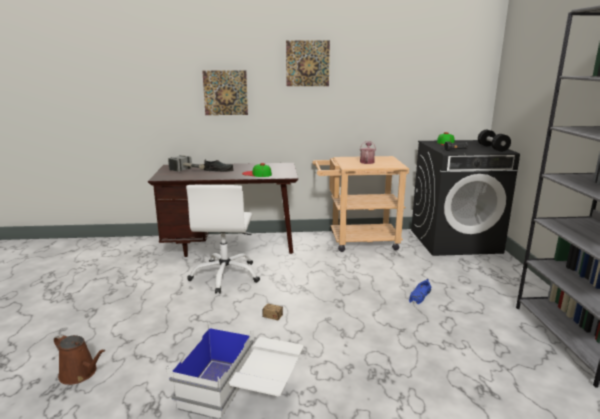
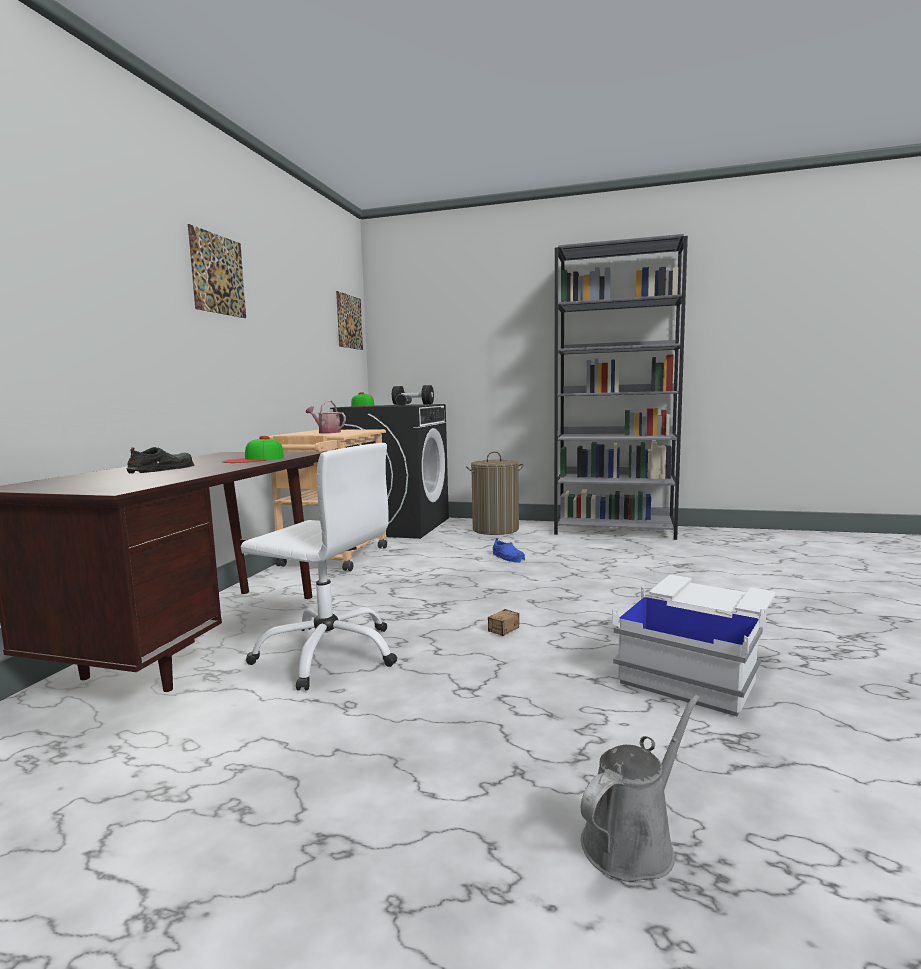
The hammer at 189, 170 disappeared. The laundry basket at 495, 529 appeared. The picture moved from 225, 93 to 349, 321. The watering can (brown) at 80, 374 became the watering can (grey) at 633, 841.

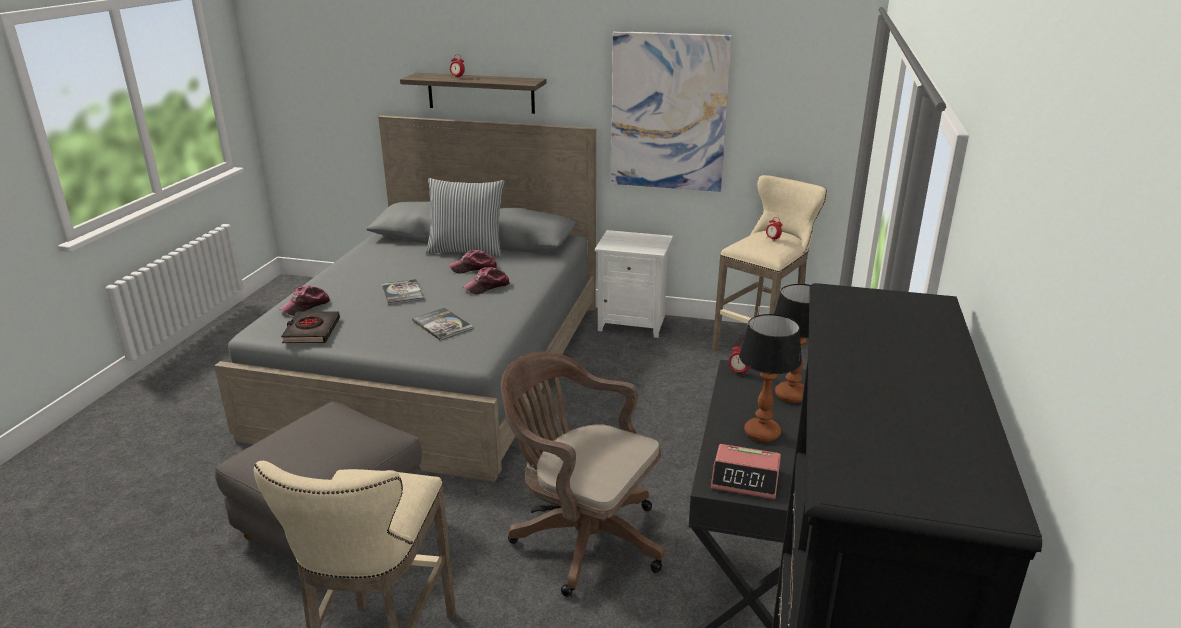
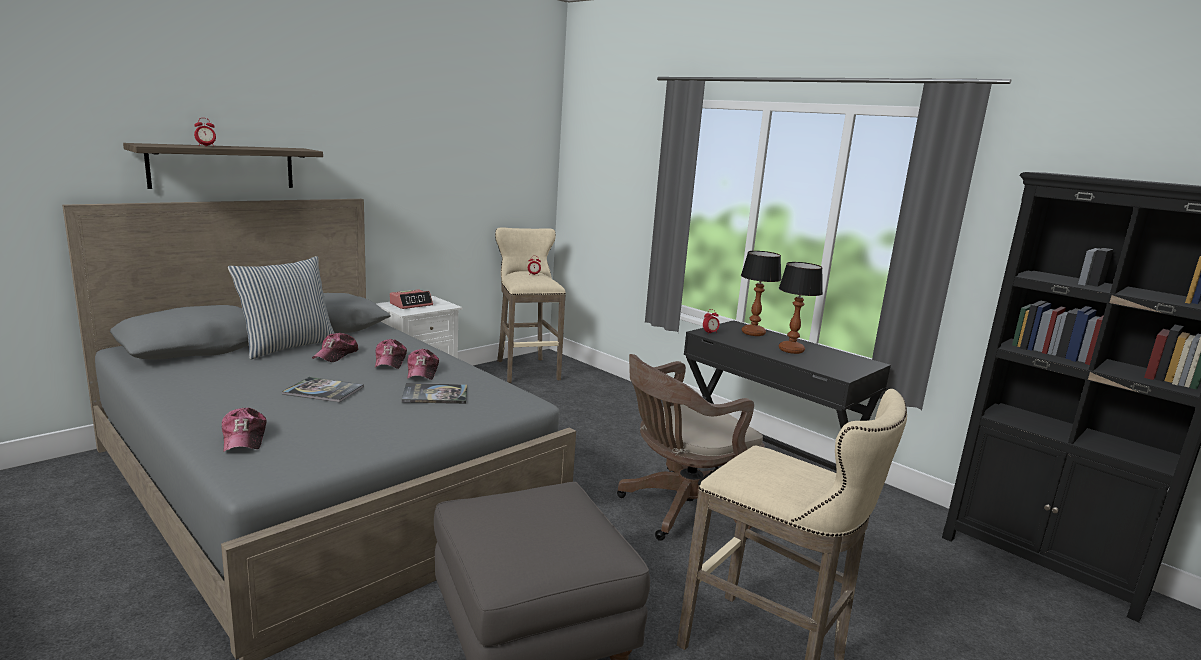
The book (black) at 311, 331 disappeared. The picture at 668, 112 disappeared. The cap at 422, 372 appeared. The alarm clock moved from 746, 479 to 411, 304.

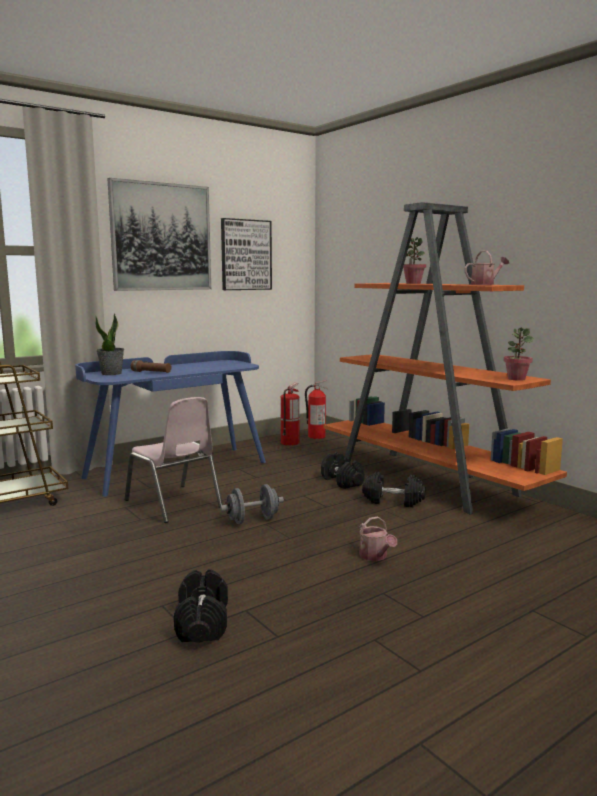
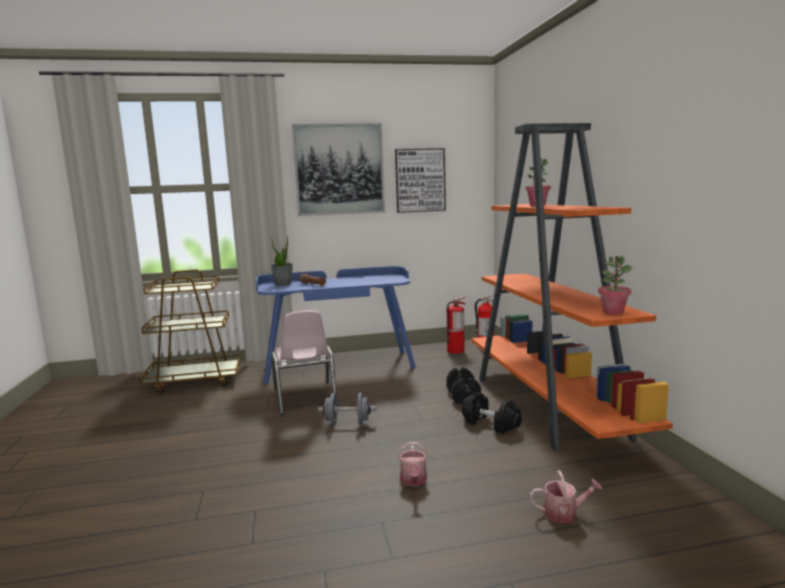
The dumbbell (black) at 202, 623 disappeared. The watering can moved from 485, 284 to 564, 513.

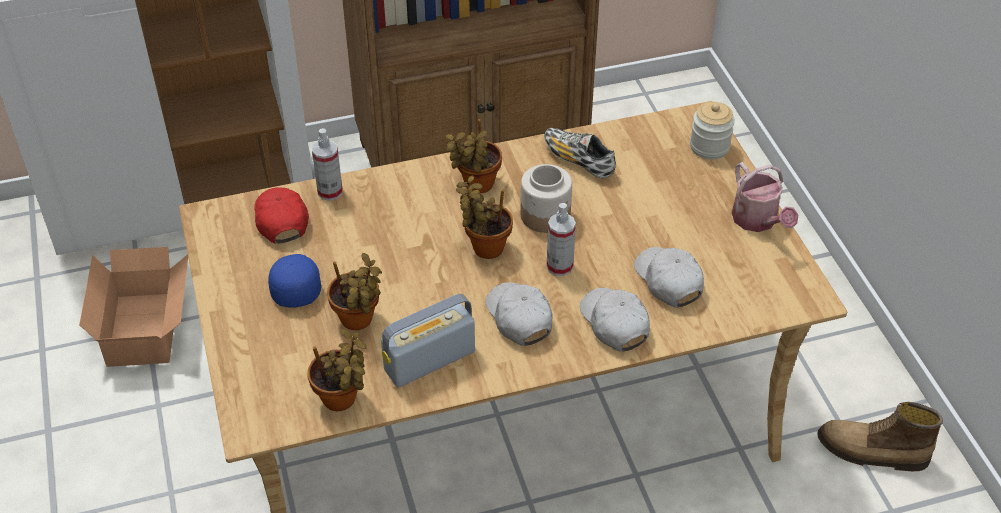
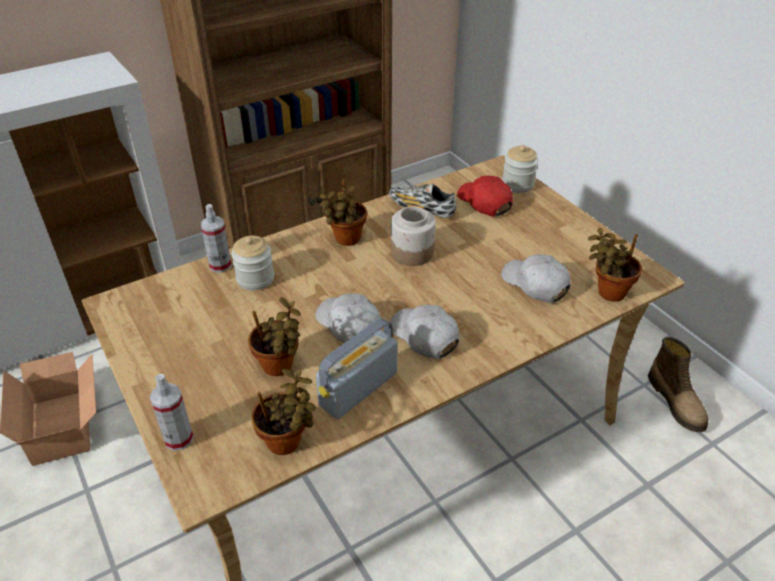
The cap (blue) at 294, 284 disappeared. The watering can at 758, 221 disappeared. The jar at 255, 279 appeared. The cap (red) moved from 281, 219 to 484, 202. The potted plant moved from 485, 247 to 608, 292. The spray bottle moved from 559, 266 to 178, 439. The cap (white) moved from 614, 323 to 349, 325. The boot at 872, 453 turned 105 degrees counterclockwise.

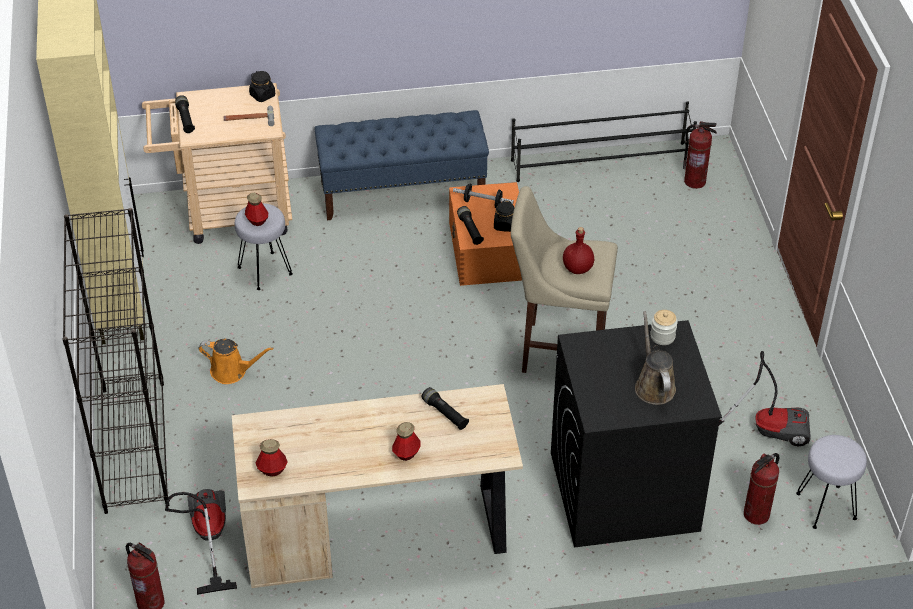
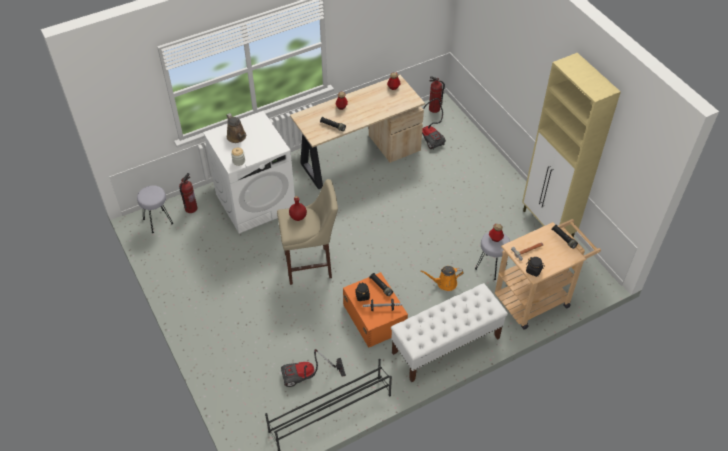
The bookcase (black) at 134, 445 disappeared. The fire extinguisher at 695, 181 disappeared. The watering can (orange) moved from 232, 371 to 444, 283. The vacuum cleaner moved from 765, 429 to 308, 377. The bench (blue) at 403, 192 became the bench (white) at 445, 345. The washing machine (black) at 623, 492 became the washing machine (white) at 256, 202.

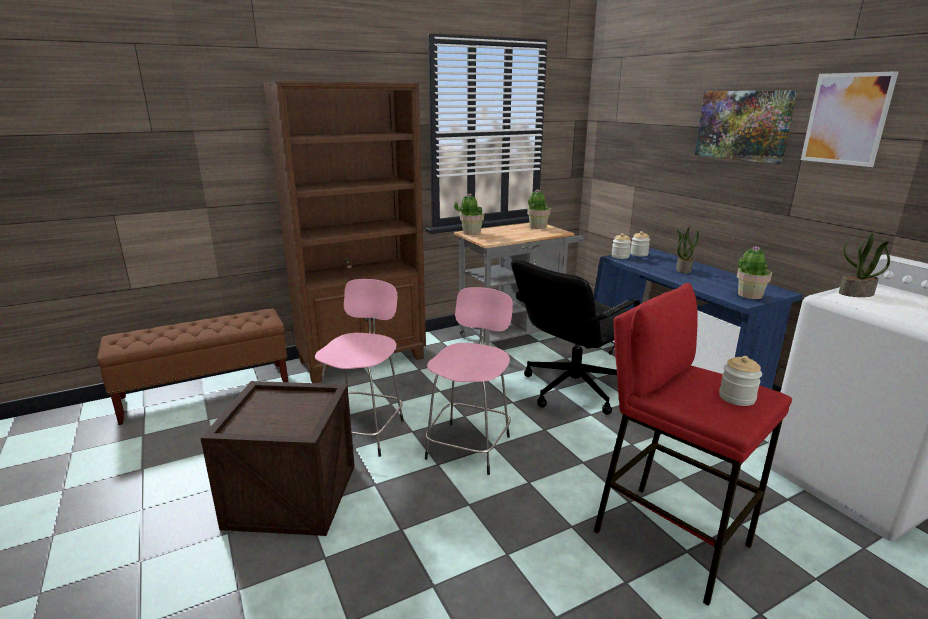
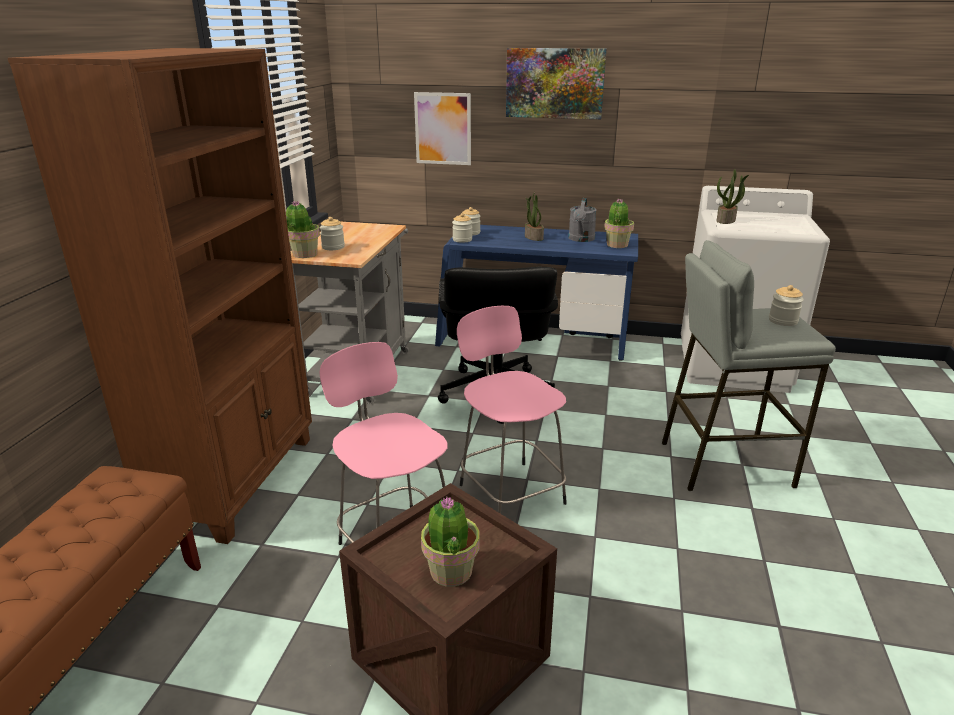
The jar at 333, 247 appeared. The watering can (grey) at 581, 239 appeared. The potted plant moved from 537, 227 to 450, 572. The picture moved from 846, 119 to 443, 129. The stool (red) at 670, 538 became the stool (grey) at 724, 463.

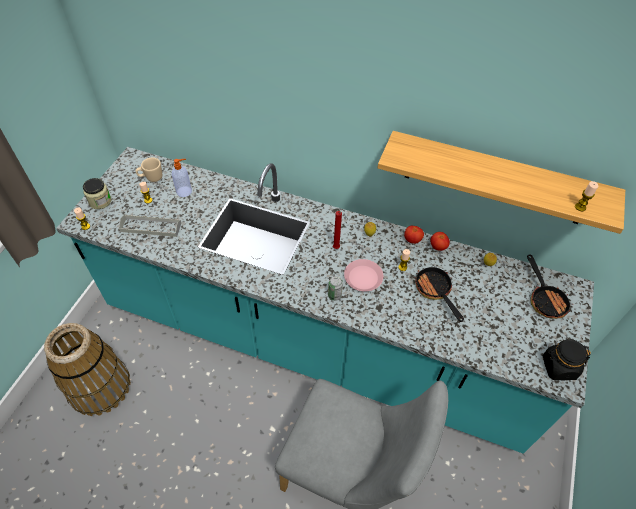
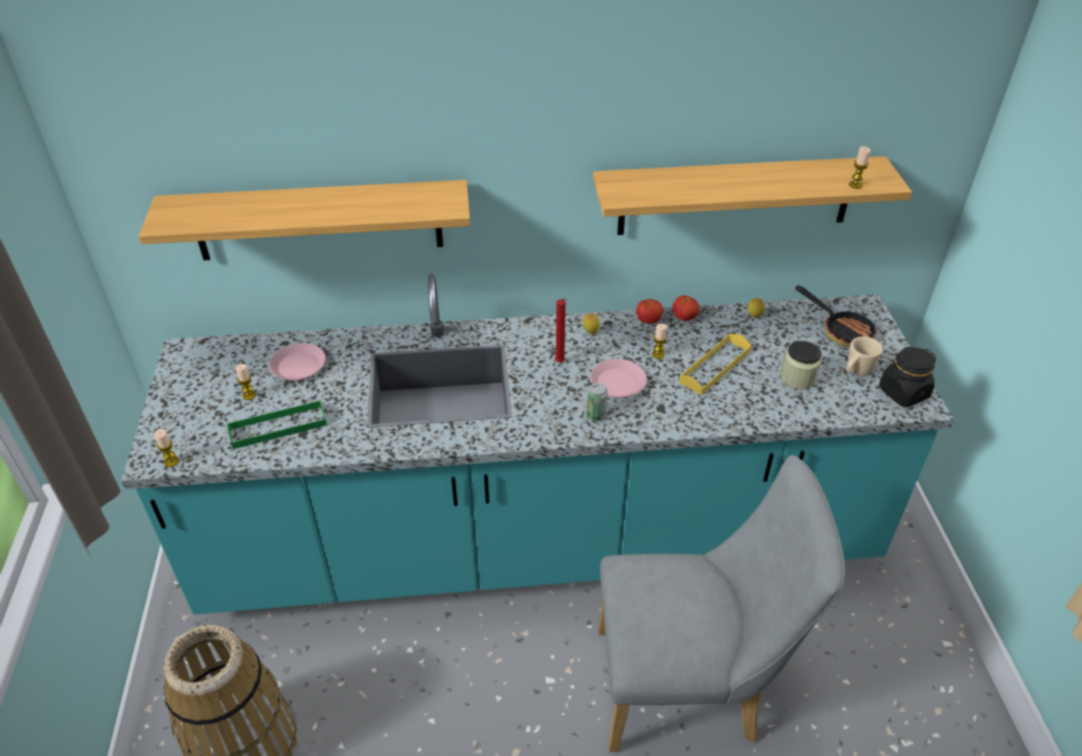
The shelf at 318, 220 appeared. The jar moved from 100, 201 to 797, 378. The mug (beige) moved from 151, 178 to 856, 371. The soap dispenser at 184, 191 was replaced by the plate (pink) at 298, 366. The frying pan at 435, 291 was replaced by the tray (yellow) at 715, 366. The tray (grey) at 151, 227 became the tray (green) at 278, 427.

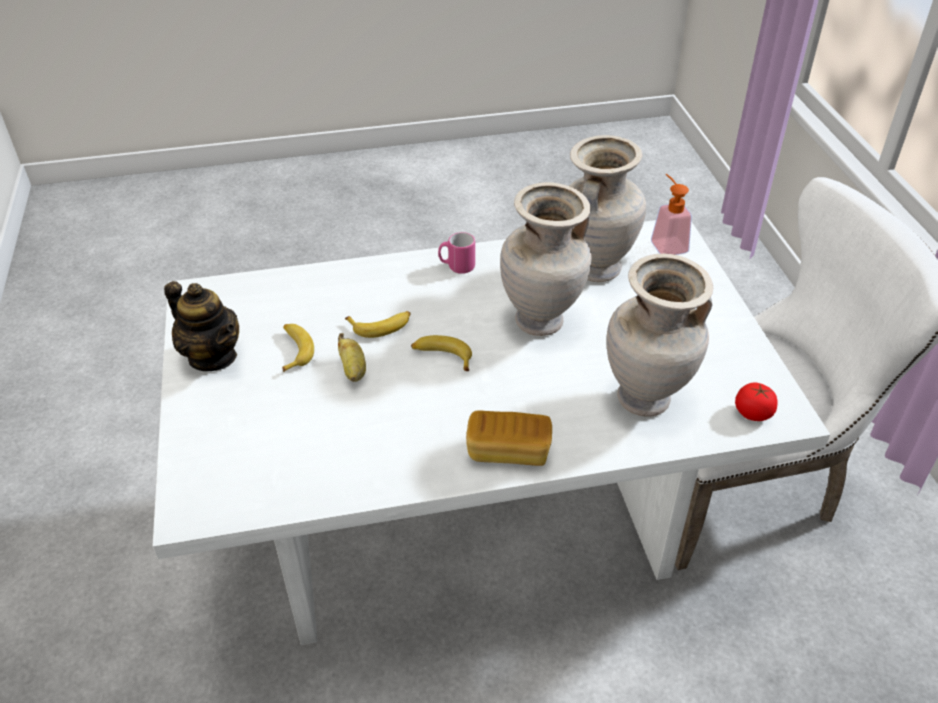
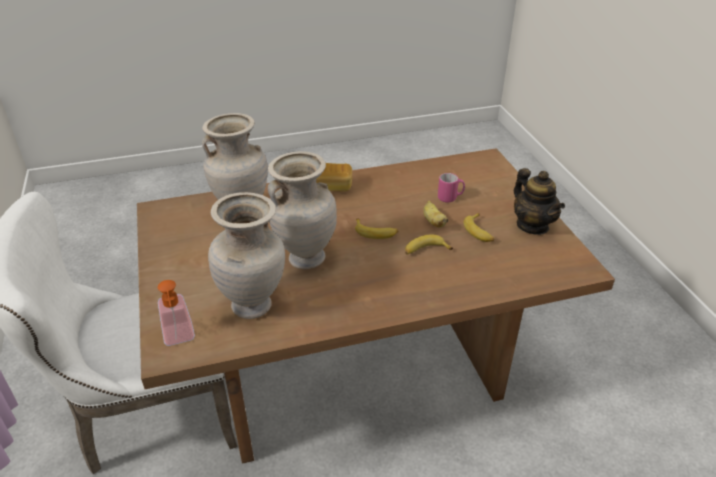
The tomato at 753, 413 disappeared. The mug (pink) moved from 457, 267 to 450, 198. The dining table (white) at 469, 527 became the dining table (brown) at 358, 371. The teapot at 213, 356 turned 150 degrees counterclockwise.

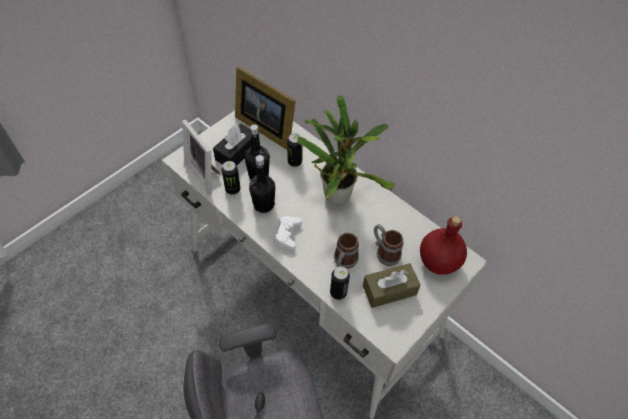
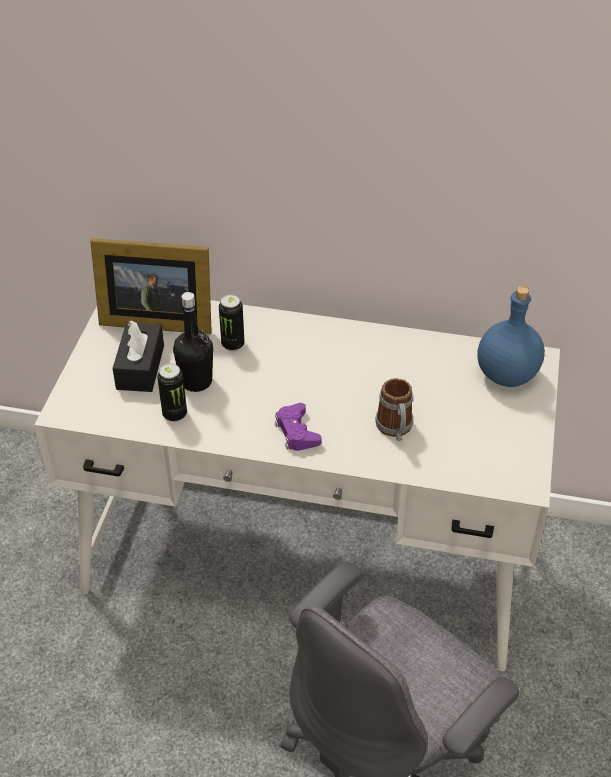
The picture frame at 205, 174 disappeared. The bottle (black) at 263, 205 disappeared. The potted plant at 337, 193 disappeared. The can at 338, 293 disappeared. The tissue box (brown) at 389, 290 disappeared. The mug at 384, 252 disappeared. The game controller (white) at 287, 234 became the game controller (purple) at 296, 432. The bottle (red) at 438, 262 became the bottle (blue) at 507, 376.

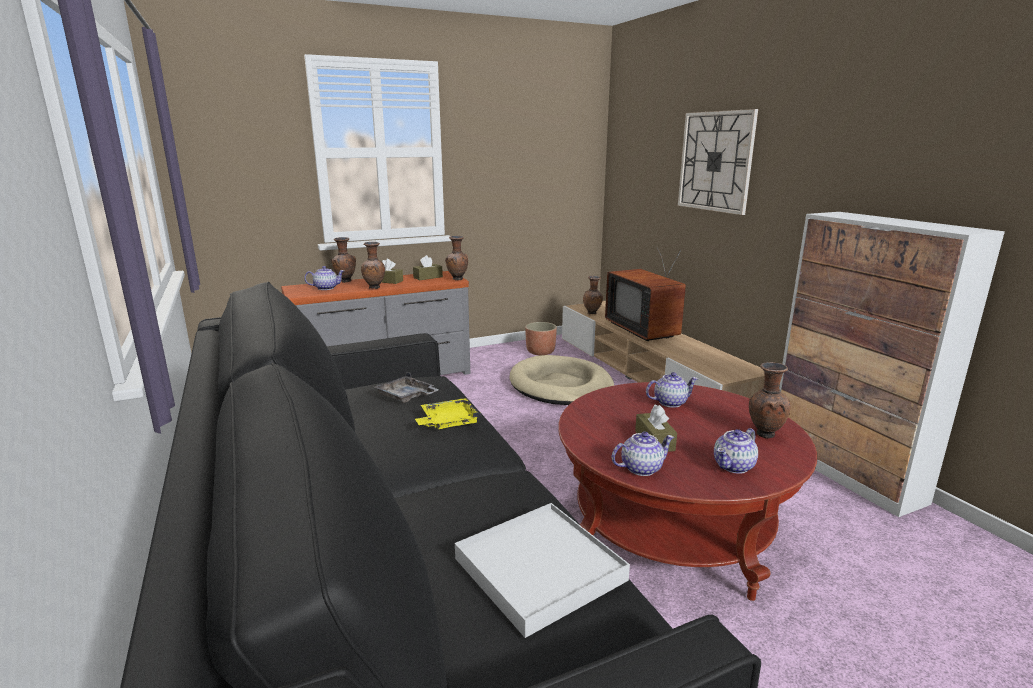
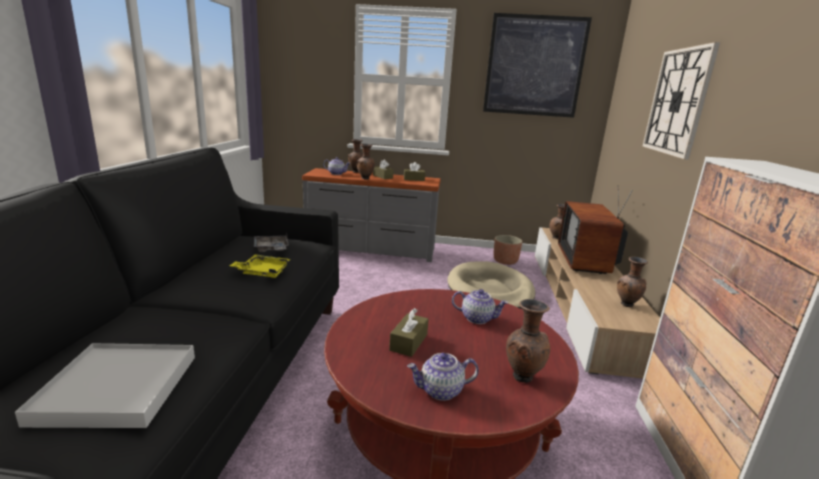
The teapot at 641, 468 disappeared. The picture at 534, 66 appeared. The vase (brown) moved from 457, 279 to 626, 305.

